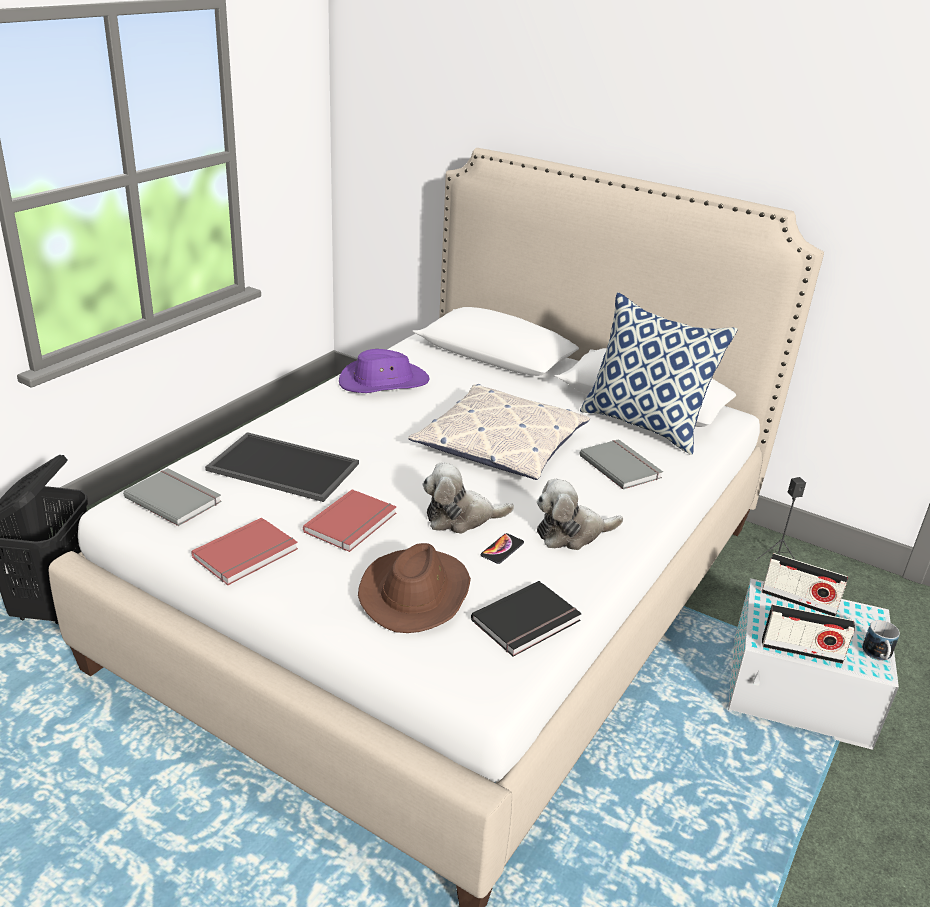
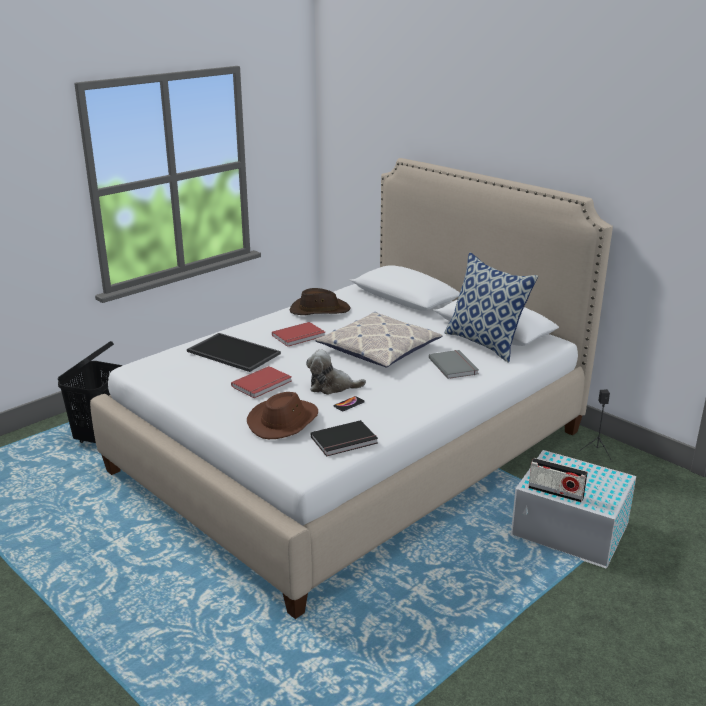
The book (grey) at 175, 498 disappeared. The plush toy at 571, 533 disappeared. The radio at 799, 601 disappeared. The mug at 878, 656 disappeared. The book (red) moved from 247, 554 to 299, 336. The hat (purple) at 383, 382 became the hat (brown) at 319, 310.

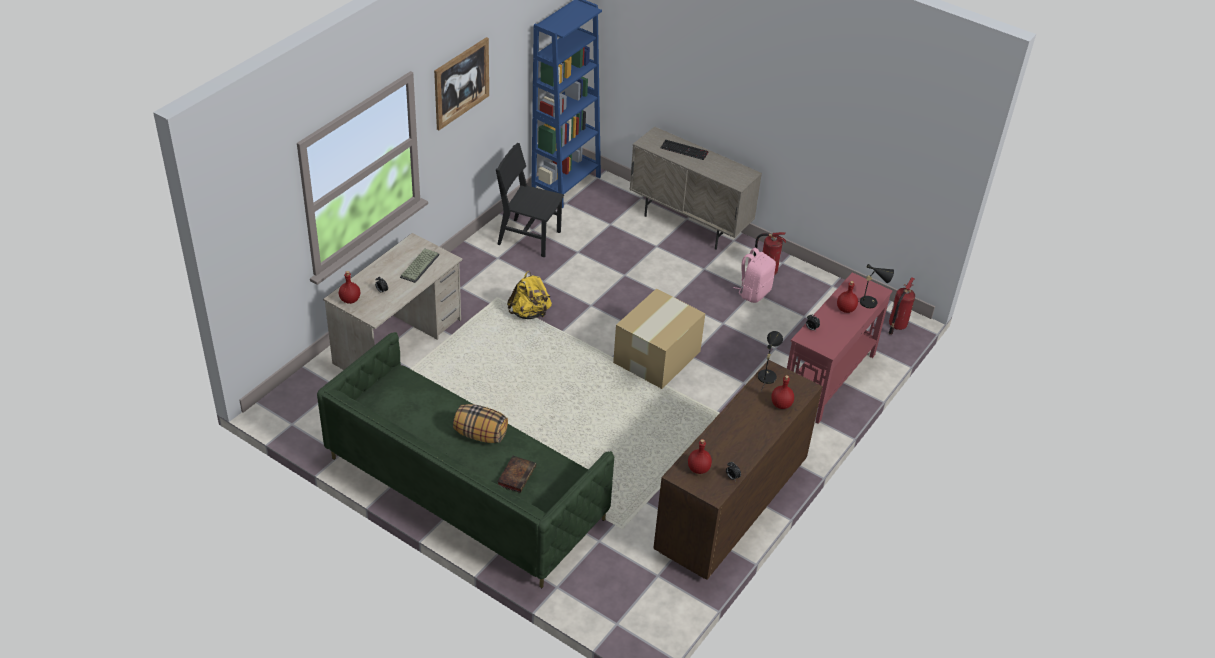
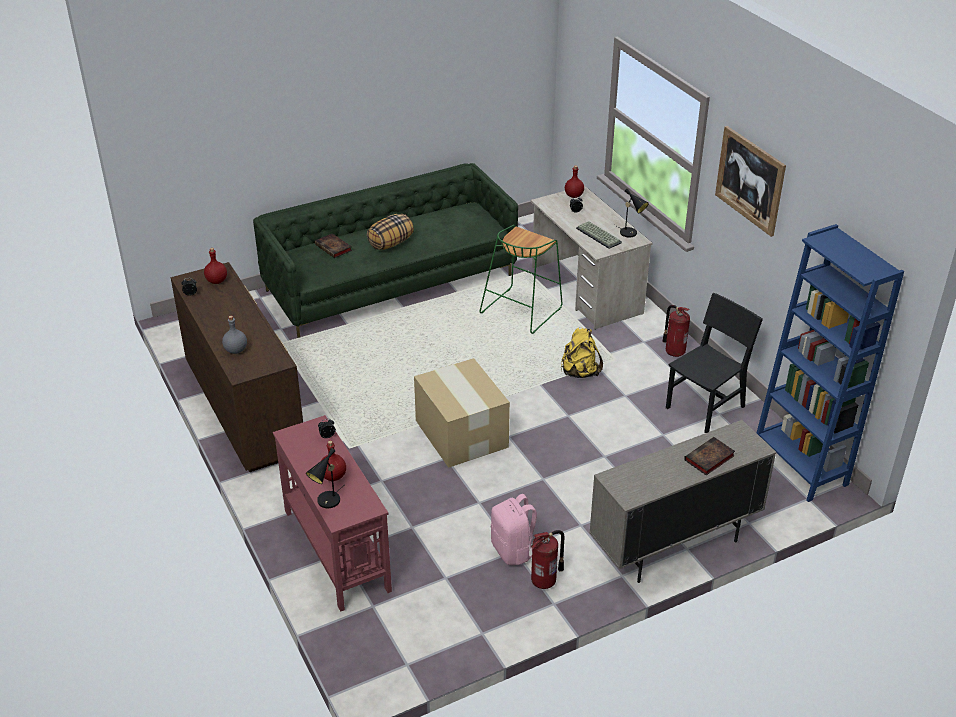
The stool (green) at 521, 310 appeared. The table lamp (black) moved from 767, 375 to 630, 233. The fire extinguisher moved from 896, 325 to 674, 351. The keyboard at 685, 150 was replaced by the book at 709, 459. The bottle (red) at 781, 405 became the bottle (grey) at 235, 350.

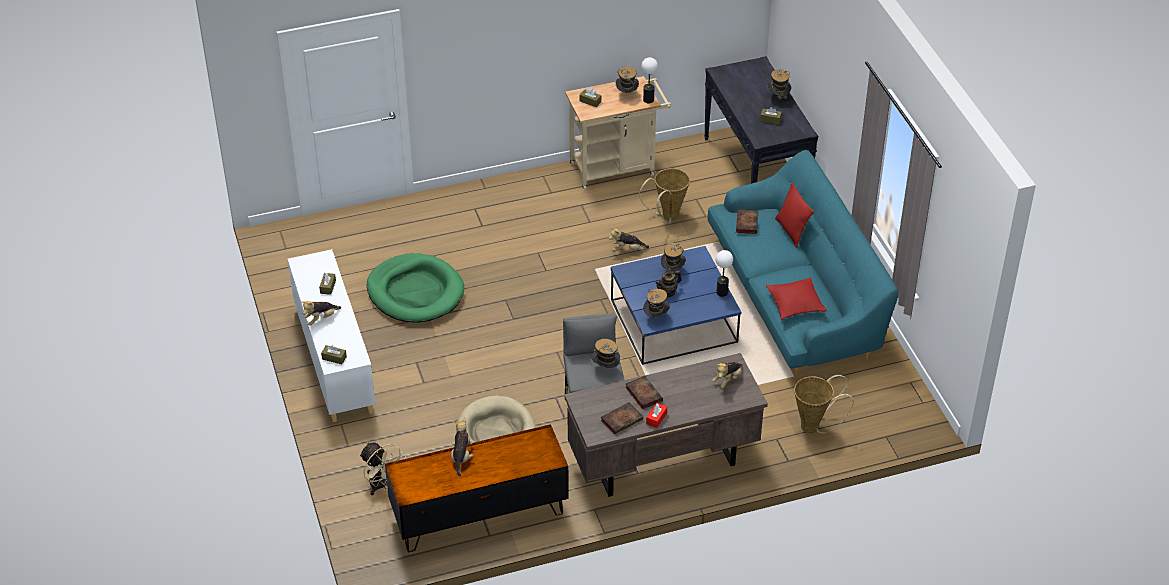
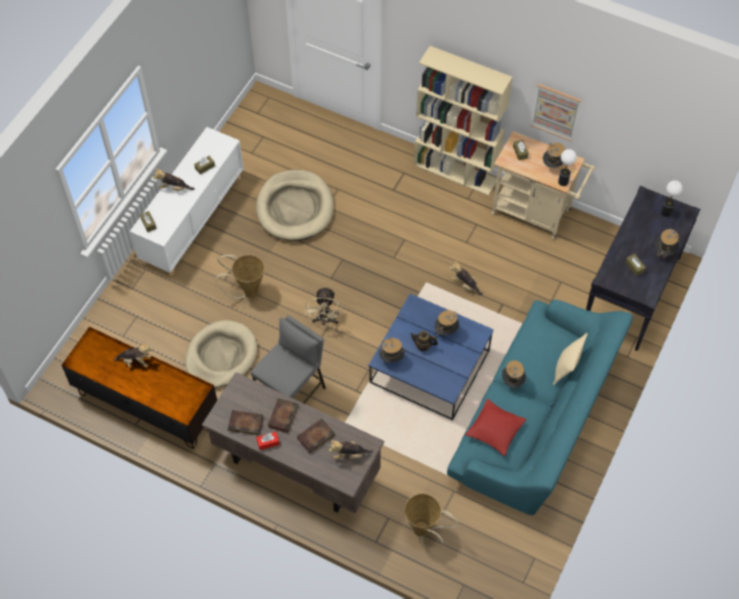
The bookcase (beige) at 456, 172 appeared. The picture at 555, 112 appeared. The fan (beige) moved from 382, 485 to 325, 320. The hat moved from 605, 368 to 512, 382. The basket moved from 667, 217 to 247, 291. The table lamp moved from 722, 292 to 666, 213. The book moved from 746, 222 to 316, 436. The dog bed (green) at 415, 292 became the dog bed (beige) at 295, 208. The pillow (red) at 791, 231 became the pillow (beige) at 566, 368. The plush toy at 461, 456 turned 45 degrees clockwise.

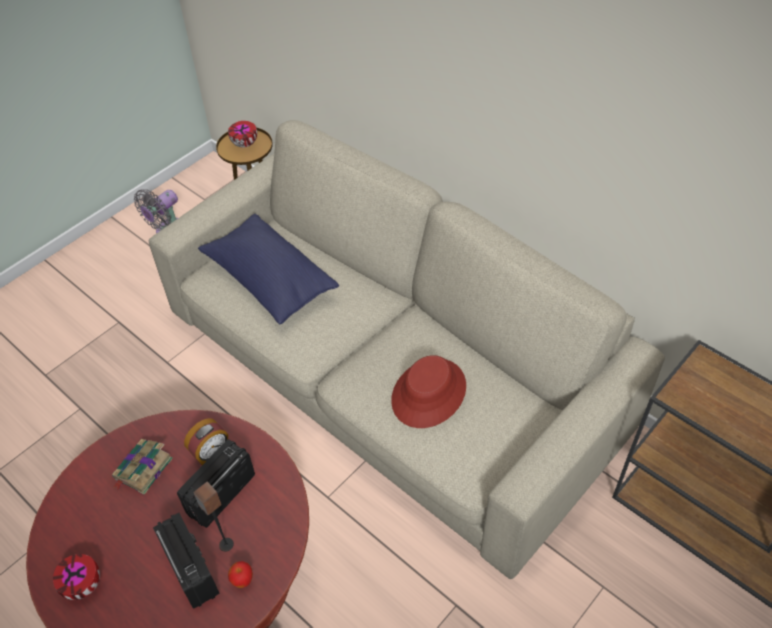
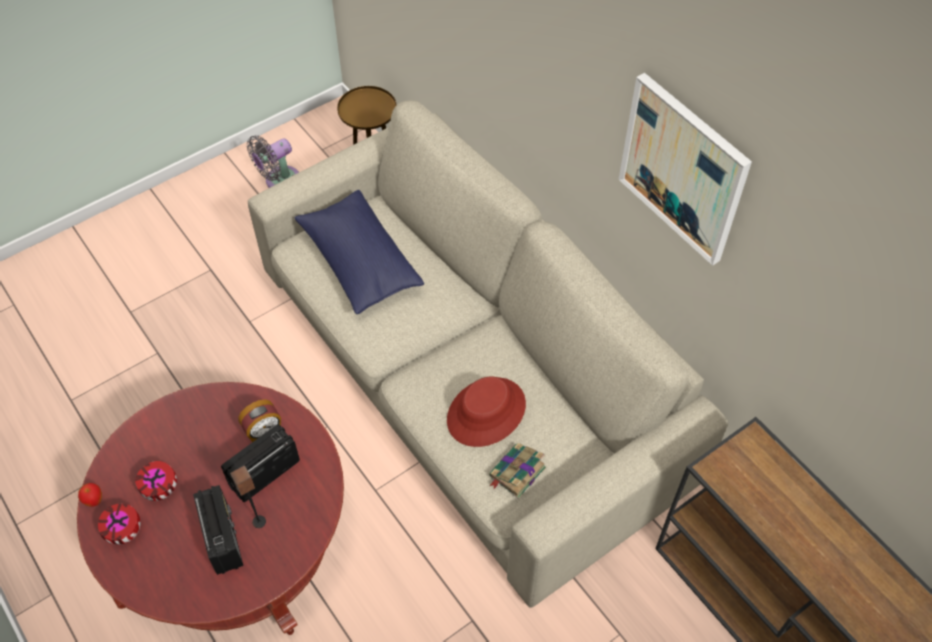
The picture at 683, 169 appeared. The book moved from 142, 469 to 516, 473. The bowl moved from 245, 143 to 162, 489. The apple moved from 243, 581 to 94, 501.

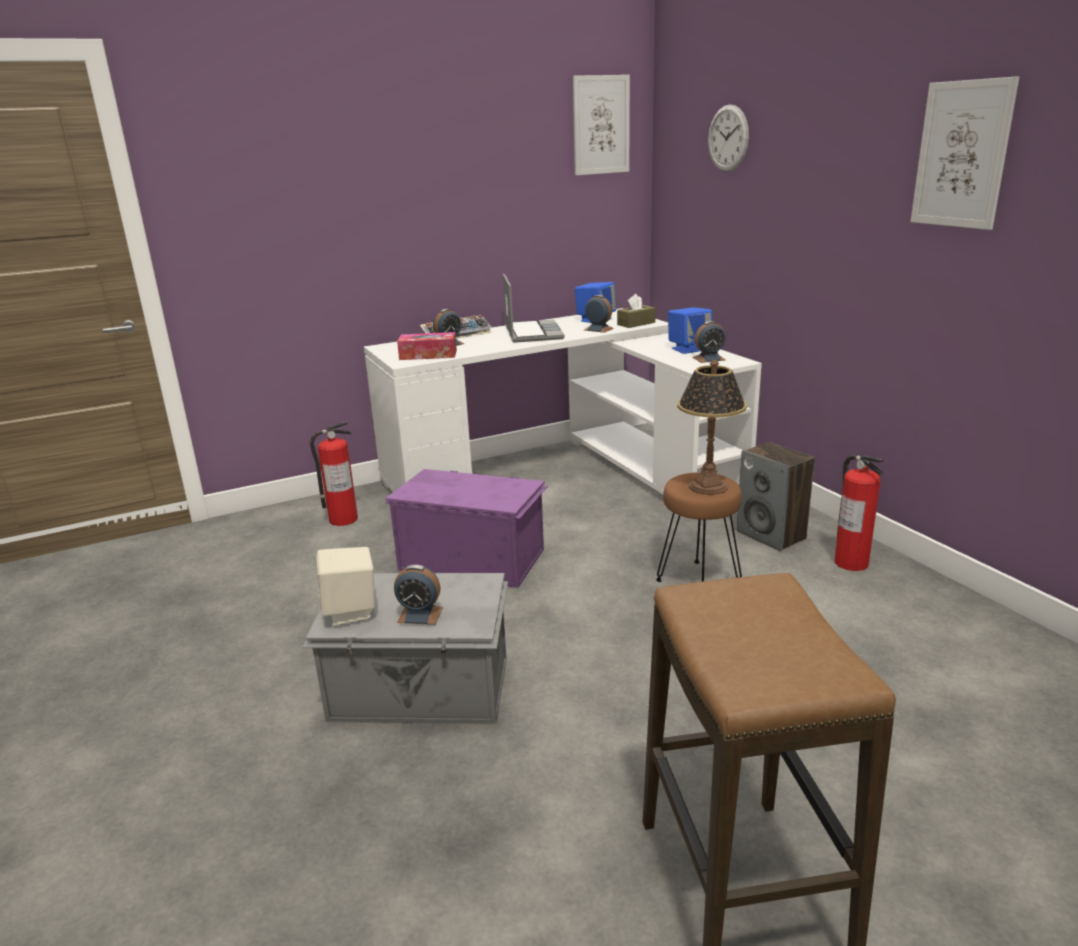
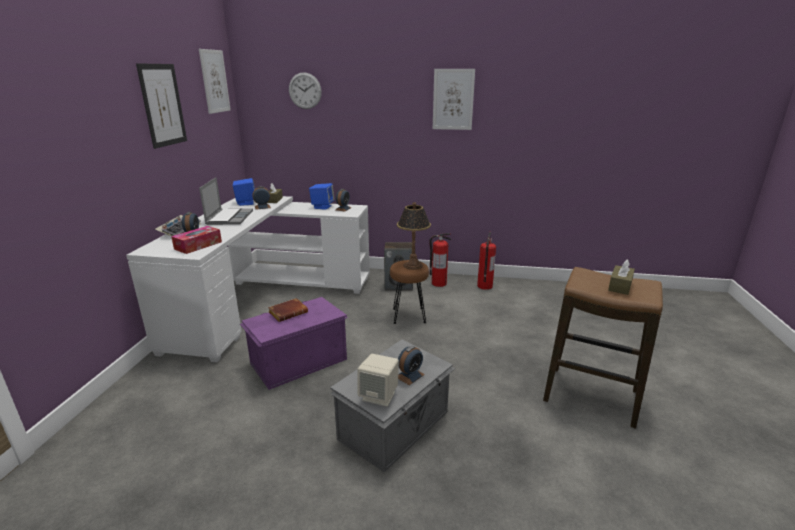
The picture at 162, 105 appeared. The book (brown) at 288, 312 appeared. The tissue box (brown) at 620, 286 appeared. The fire extinguisher moved from 342, 519 to 484, 286. The laptop at 532, 333 turned 60 degrees clockwise.

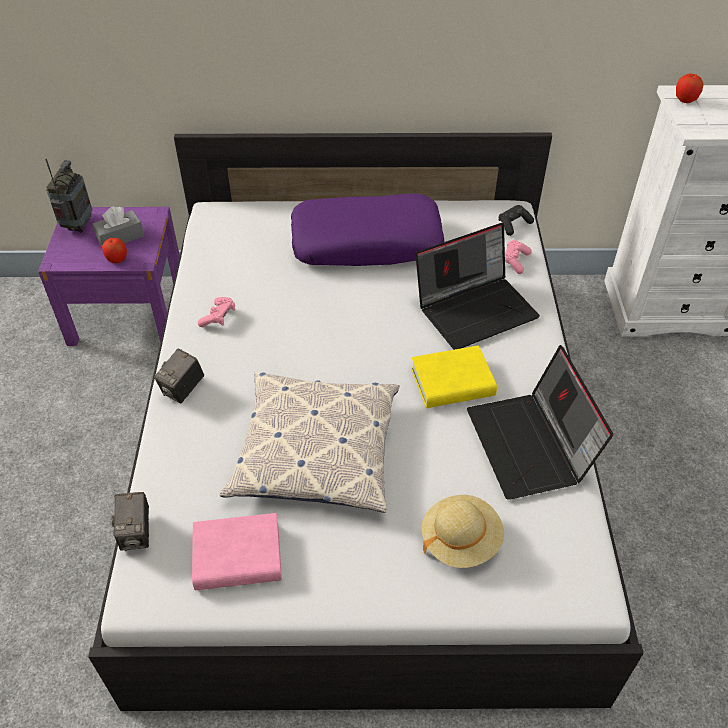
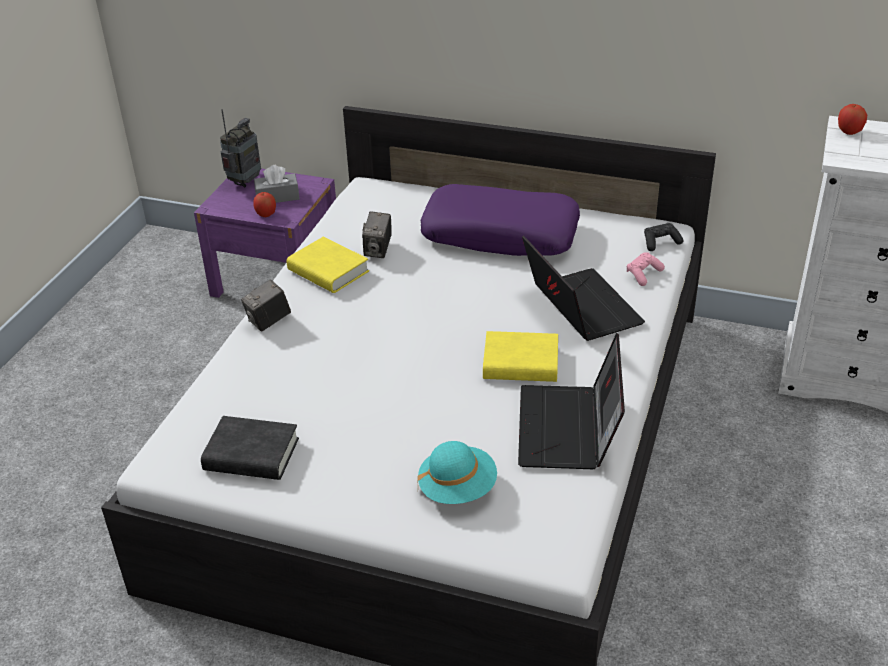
The pillow at 315, 450 disappeared. The photo camera moved from 137, 533 to 378, 250. The game controller (pink) at 218, 317 was replaced by the book (yellow) at 328, 271. The book (pink) at 237, 557 became the book (black) at 251, 455. The hat (beige) at 460, 540 became the hat (turquoise) at 457, 488. The laptop at 476, 308 turned 105 degrees counterclockwise.

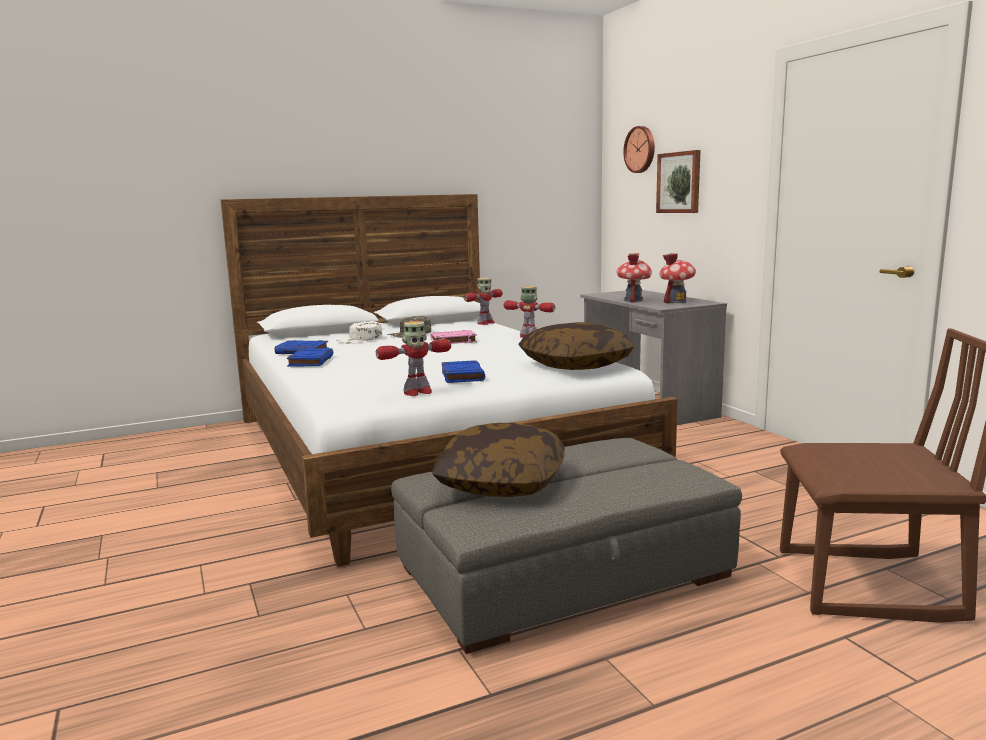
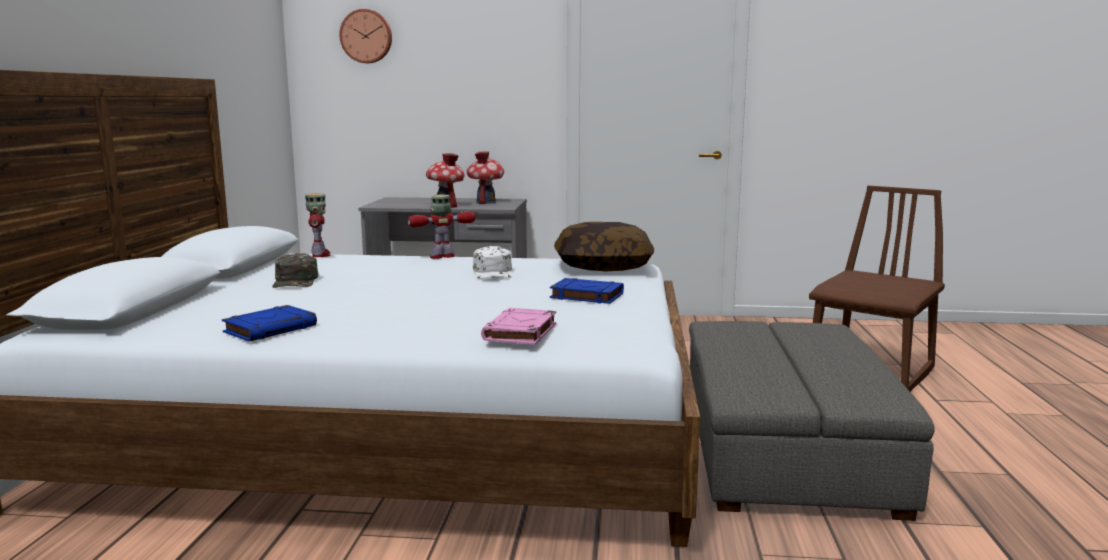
The book (blue) at 310, 361 disappeared. The toy robot at 417, 392 disappeared. The pillow at 501, 482 disappeared. The picture at 679, 182 disappeared. The cap (white) moved from 360, 340 to 493, 272. The book (pink) moved from 453, 341 to 520, 332.

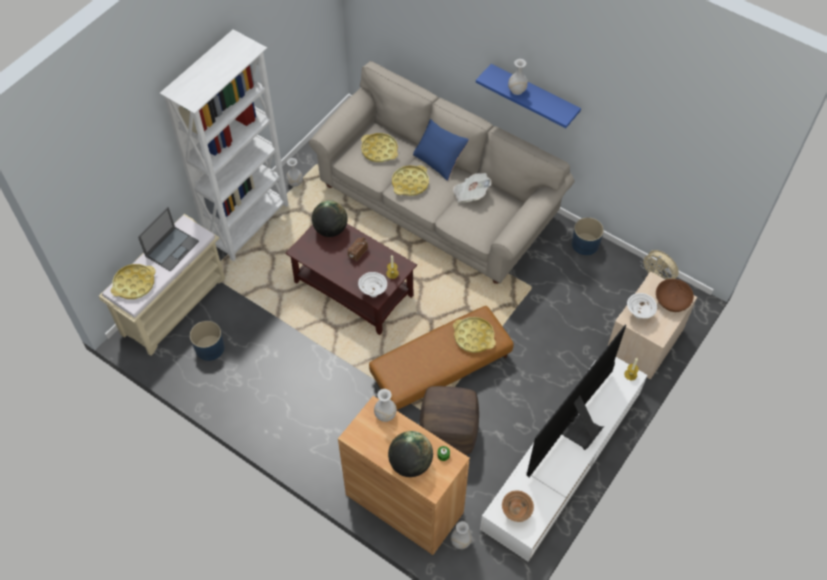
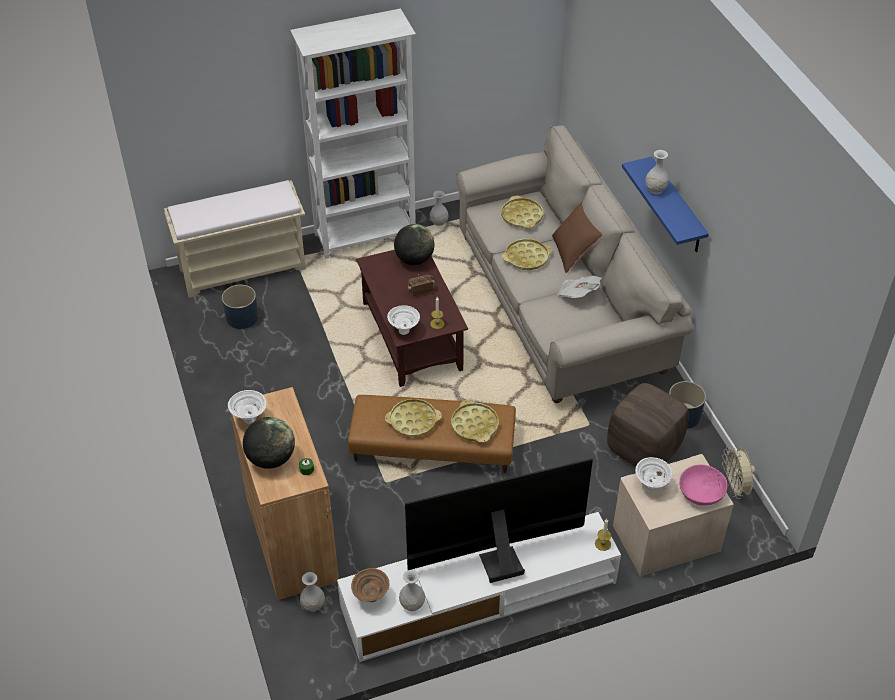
The laptop at 172, 248 disappeared. The bowl (white) at 249, 419 appeared. The tray (yellow) moved from 134, 284 to 413, 421. The vase (white) moved from 385, 415 to 412, 604. The ottoman (brown) moved from 448, 433 to 644, 449. The pillow (blue) at 439, 160 became the pillow (brown) at 574, 252. The bowl (brown) at 672, 300 became the bowl (pink) at 701, 492.

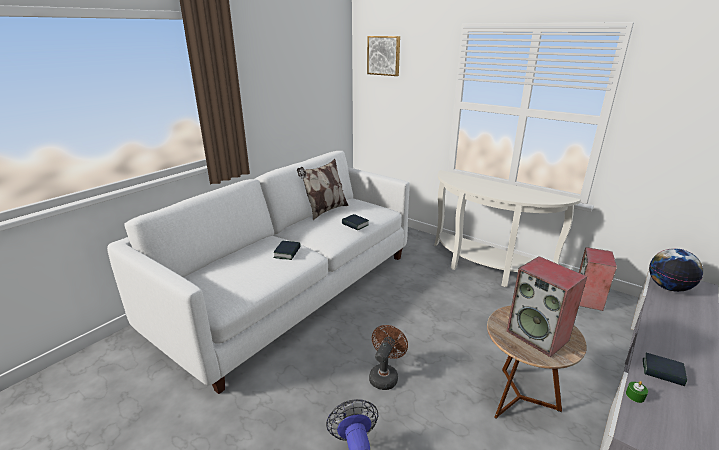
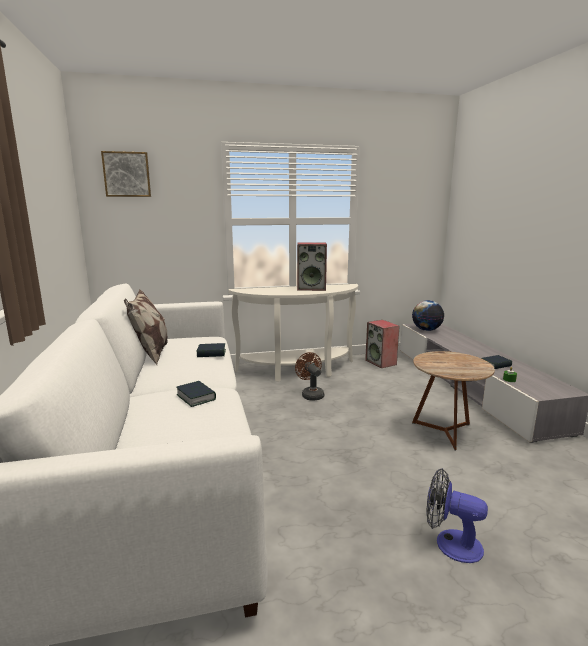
The fan (brown) moved from 385, 375 to 311, 394. The speaker moved from 538, 336 to 311, 288.

